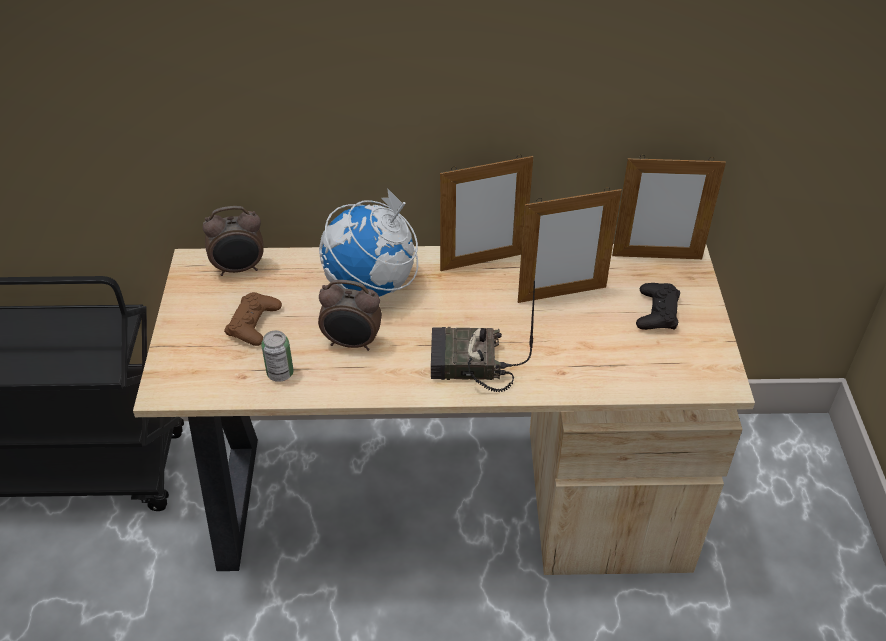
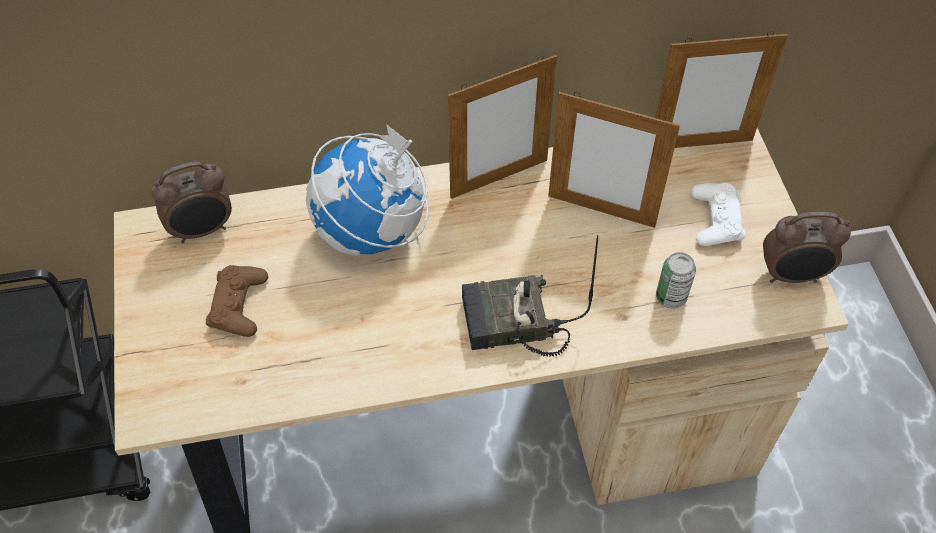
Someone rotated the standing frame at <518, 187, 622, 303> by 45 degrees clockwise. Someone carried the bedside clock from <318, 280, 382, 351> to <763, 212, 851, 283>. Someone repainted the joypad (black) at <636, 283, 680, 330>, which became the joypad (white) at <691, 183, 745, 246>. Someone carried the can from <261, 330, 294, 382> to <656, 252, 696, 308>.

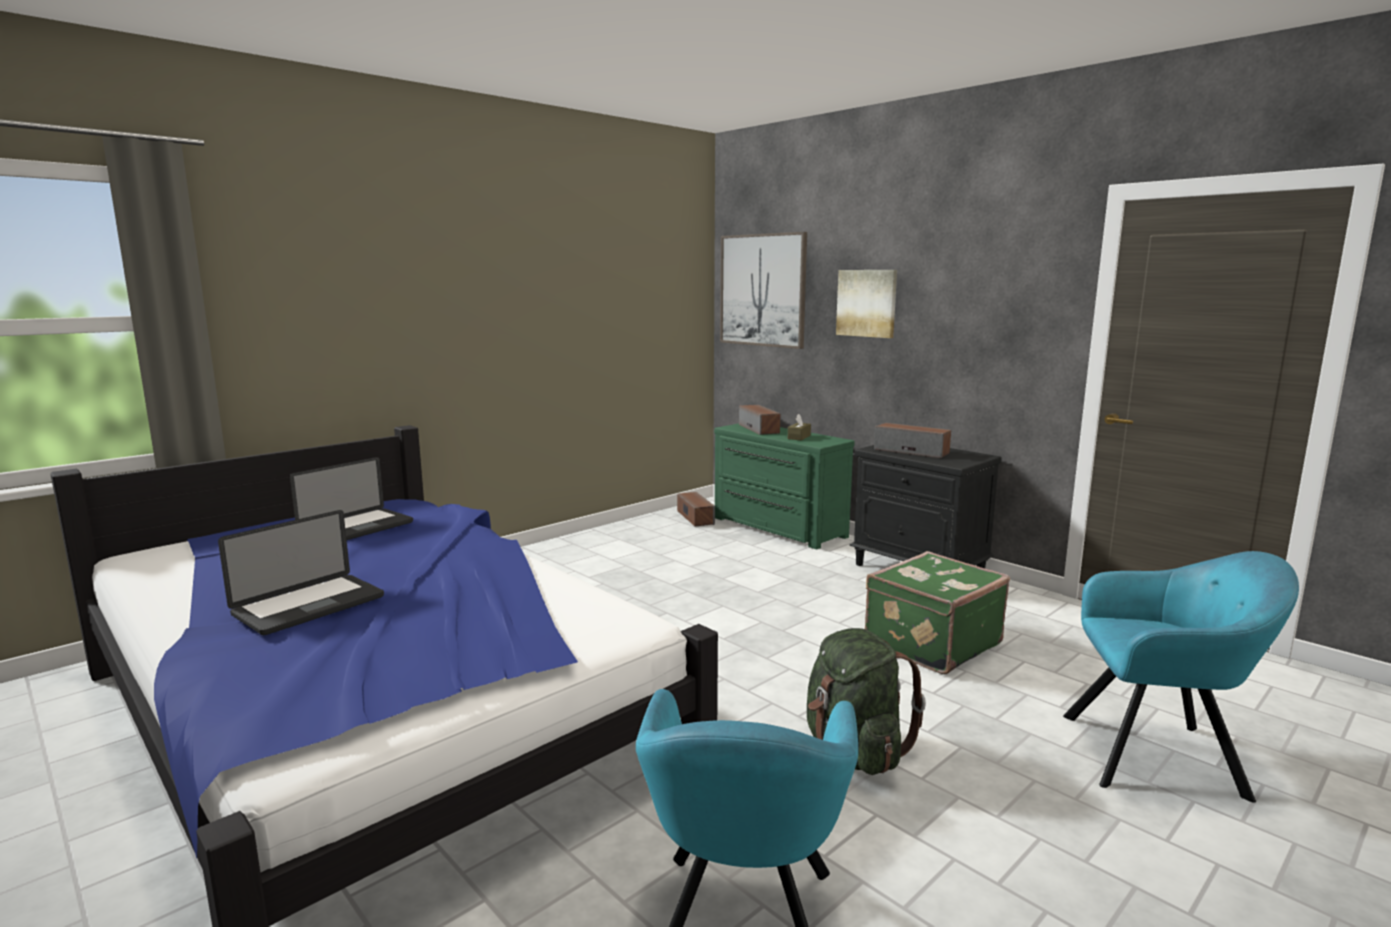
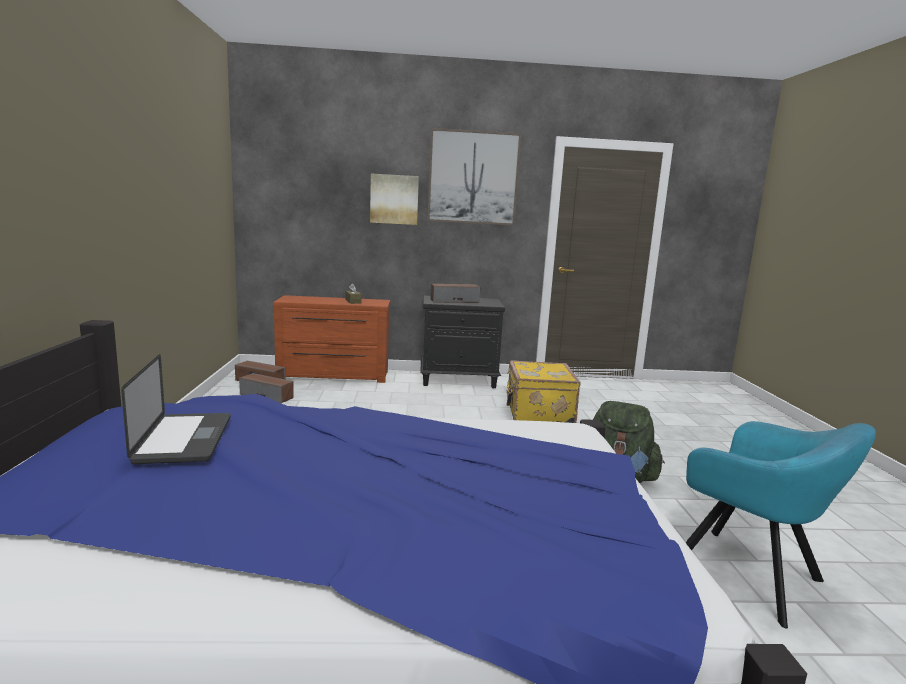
Someone carried the picture from <720, 232, 807, 349> to <427, 128, 521, 225>. Someone carried the audio speaker from <739, 405, 780, 435> to <239, 373, 294, 404>. Someone repainted the drawer chest (greenish) at <714, 424, 855, 549>, which became the drawer chest (brownish) at <273, 295, 390, 383>. Someone took away the portable computer at <218, 510, 384, 635>. Someone repainted the piece of luggage (greenish) at <865, 551, 1010, 674>, which became the piece of luggage (yellow) at <506, 360, 581, 423>. Someone took away the armchair (turquoise) at <1063, 551, 1299, 802>.

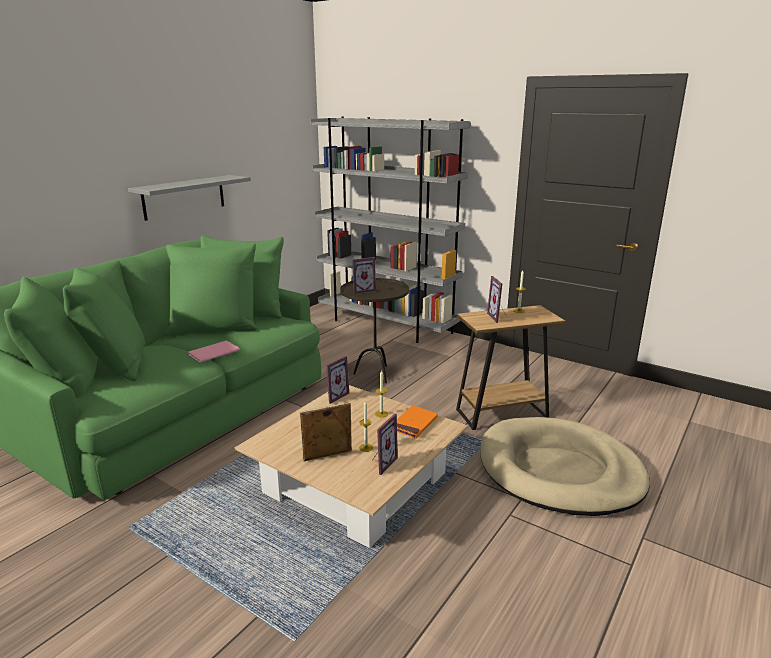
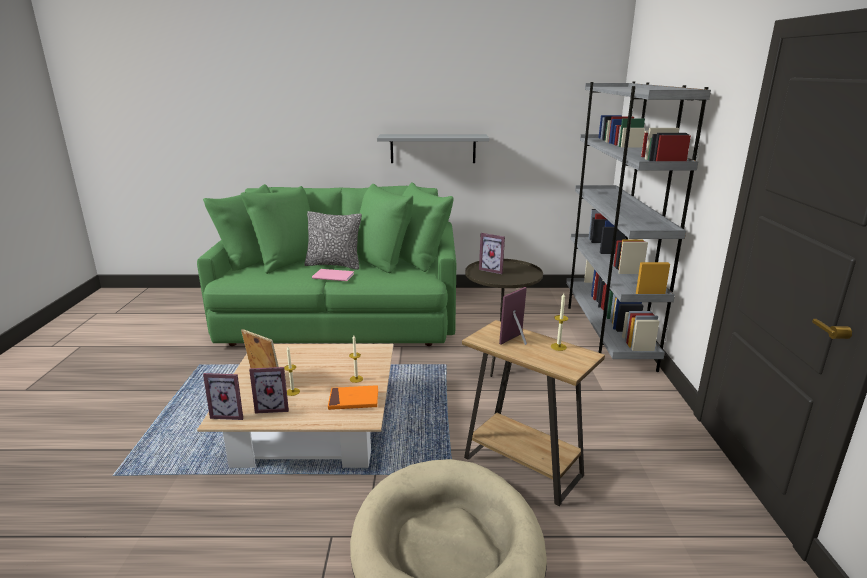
Someone carried the standing frame from <326, 356, 349, 404> to <203, 373, 243, 420>. Someone put down the throw pillow at <304, 211, 362, 270>.

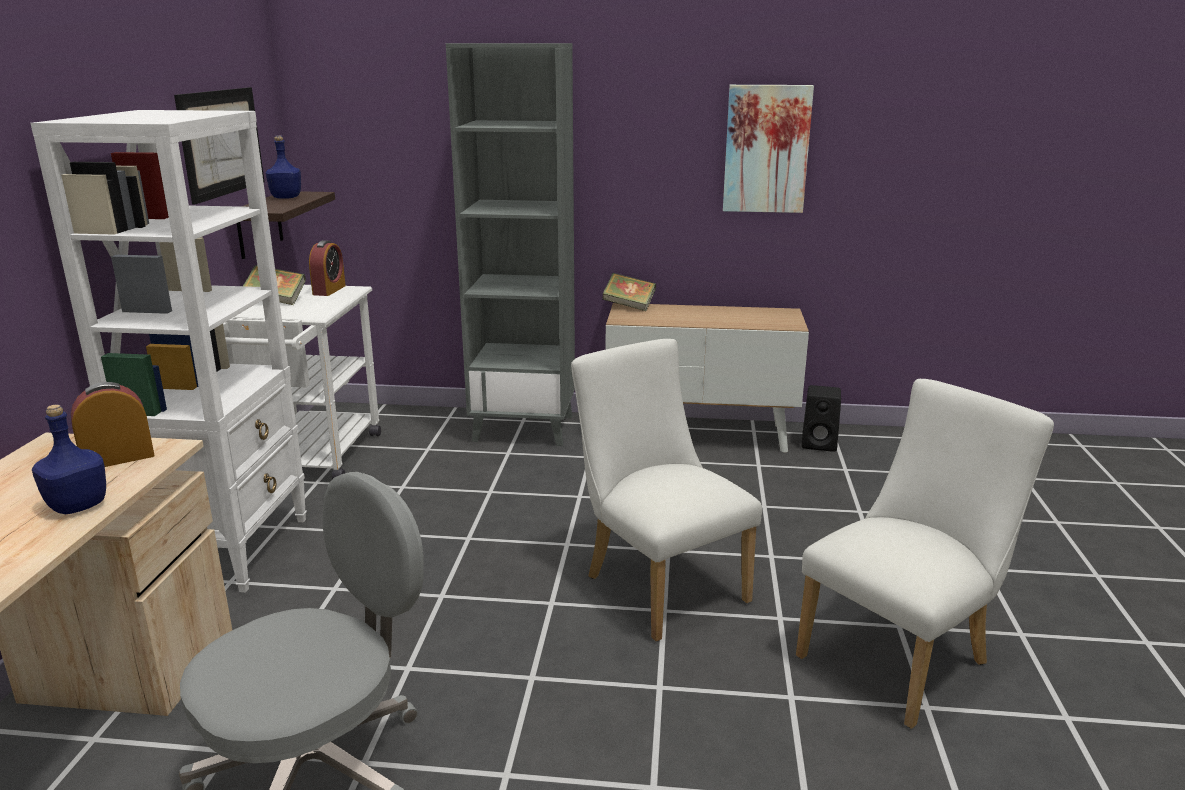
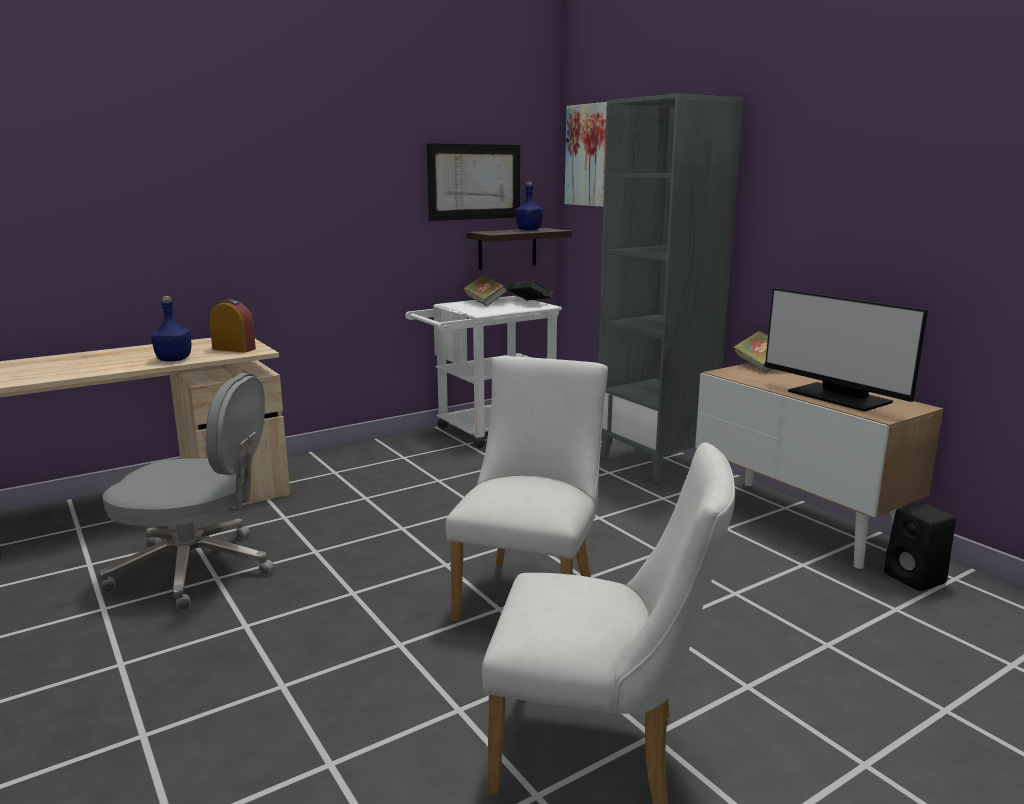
Someone carried the picture from <723, 85, 814, 213> to <565, 102, 607, 207>. Someone took away the bookcase (white) at <30, 110, 307, 592>. Someone swapped the bedside clock at <309, 240, 346, 296> for the bound book at <507, 281, 553, 301>. Someone put down the computer screen at <765, 288, 928, 412>.

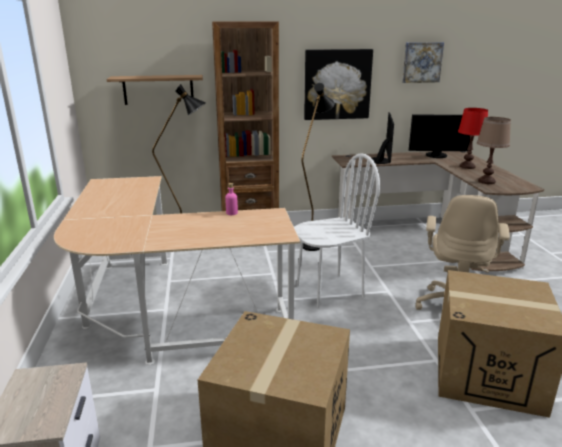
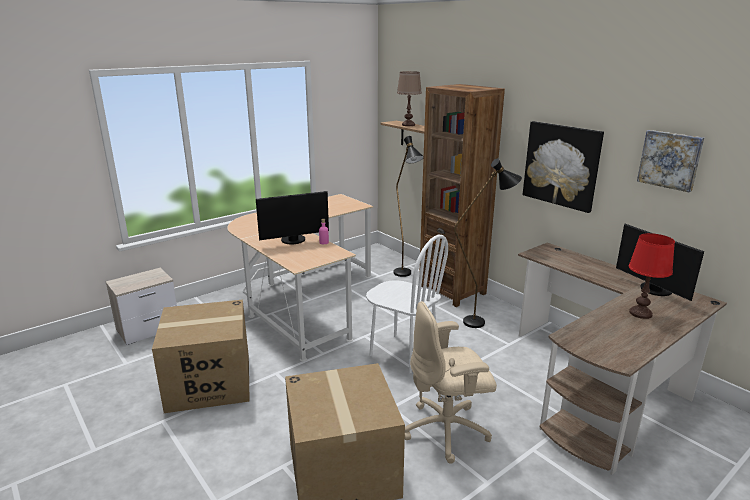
Someone carried the computer screen from <372, 113, 394, 164> to <256, 191, 329, 244>. Someone carried the lamp for a table (brownish) from <477, 117, 511, 184> to <397, 71, 422, 126>.

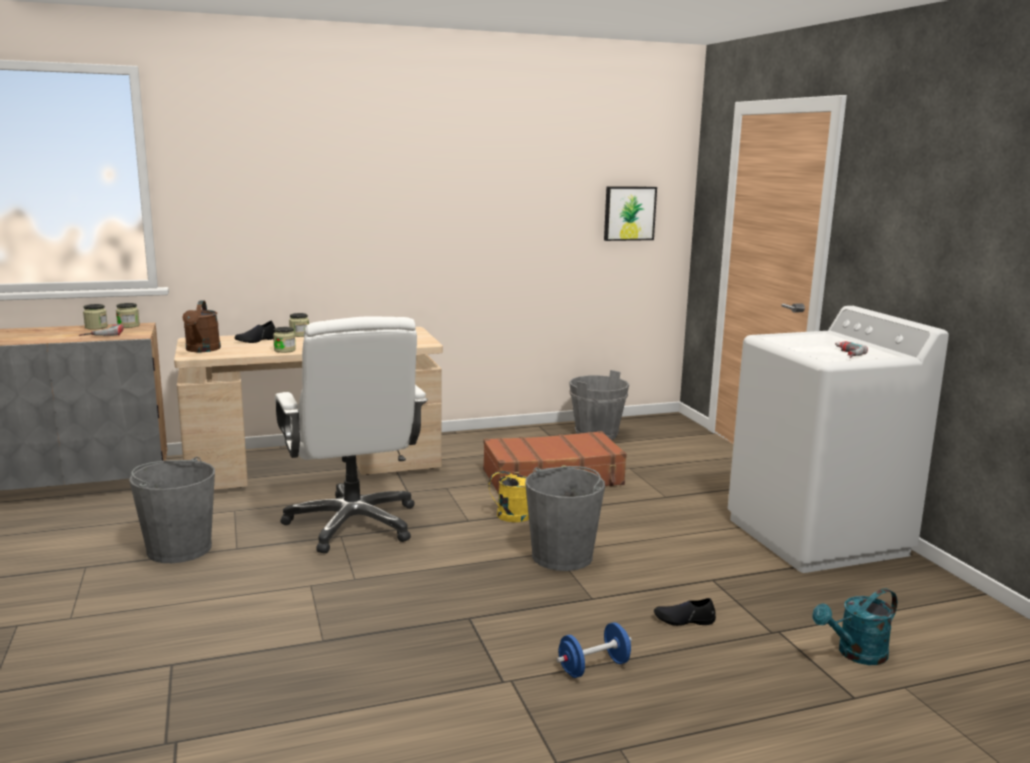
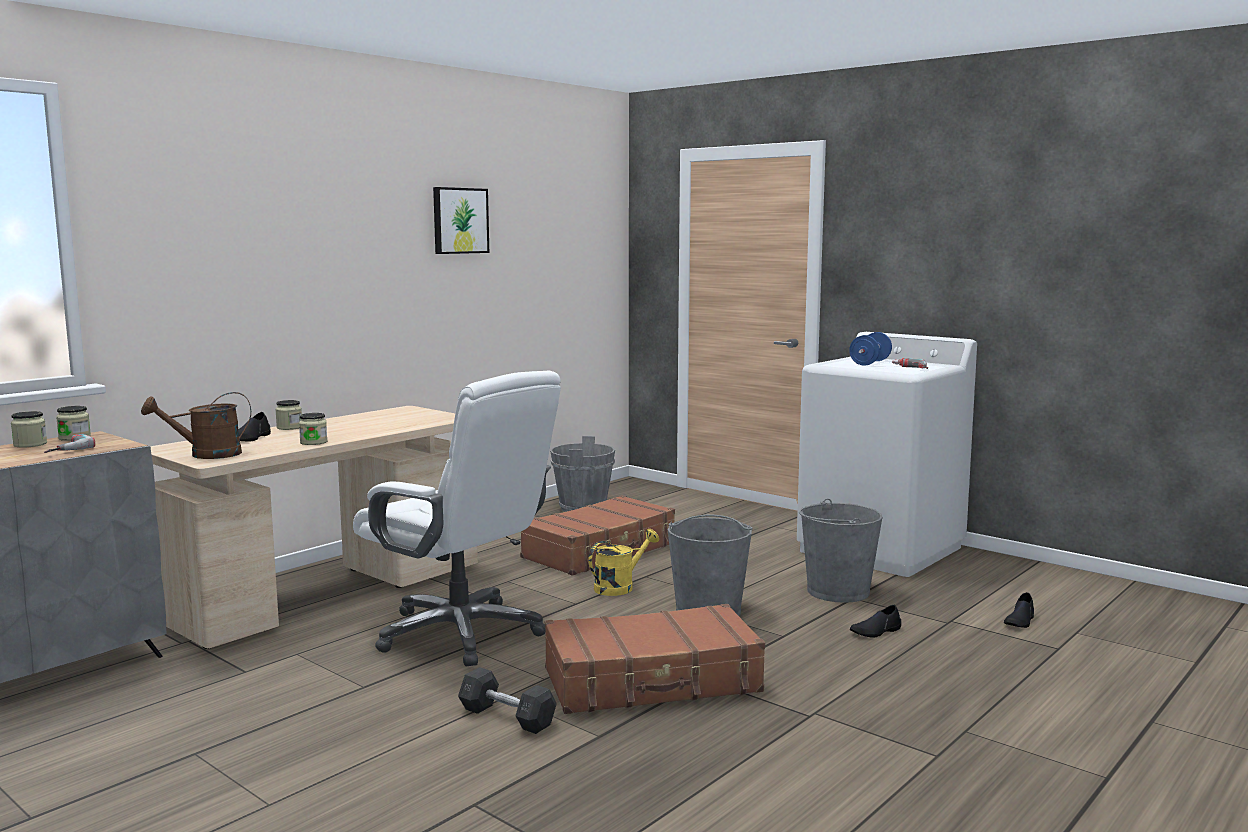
Someone carried the picture from <604, 186, 657, 241> to <433, 187, 489, 254>. Someone rotated the watering pot (brownish) at <183, 301, 221, 352> by 105 degrees clockwise. Someone carried the bucket (grey) from <129, 457, 215, 563> to <799, 498, 882, 603>. Someone swapped the watering pot (turquoise) at <812, 588, 897, 665> for the shoe (black) at <1004, 592, 1034, 628>. Someone carried the dumbbell (bluish) from <556, 622, 632, 678> to <849, 332, 892, 366>. Someone put down the piece of luggage (brownish) at <545, 604, 765, 714>. Someone put down the dumbbell (grey) at <458, 667, 557, 734>.

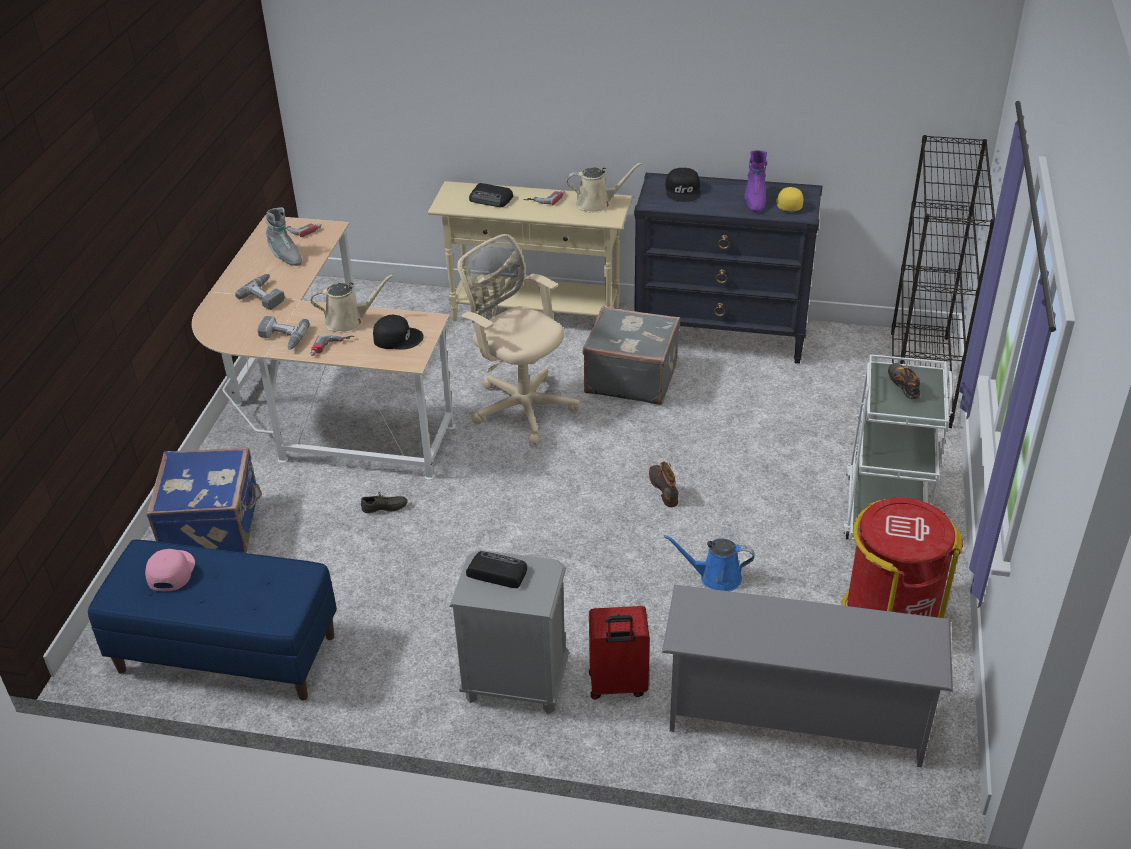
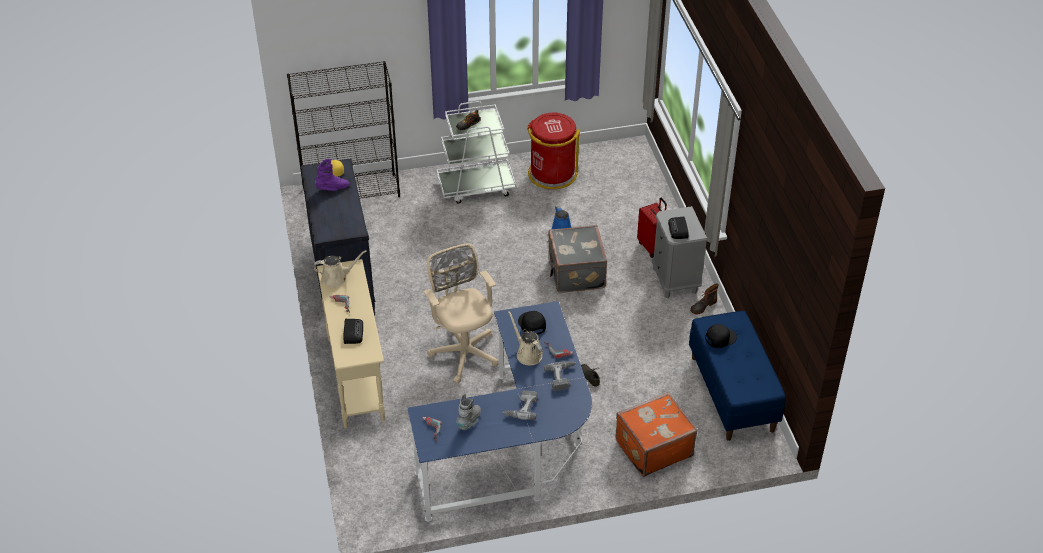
Someone rotated the watering pot (beige) at <567, 162, 642, 213> by 105 degrees clockwise. Someone carried the baseball cap (black) from <666, 168, 701, 202> to <705, 324, 737, 348>. Someone repainted the desk (beige) at <192, 215, 456, 480>, which became the desk (bluish) at <407, 301, 592, 522>. Someone rotated the computer chair (beige) at <457, 234, 580, 445> by 135 degrees clockwise. Someone carried the piece of luggage (grey) from <582, 307, 680, 405> to <547, 225, 607, 293>. Someone repainted the piece of luggage (bluish) at <147, 447, 262, 553>, which became the piece of luggage (orange-coloured) at <615, 392, 698, 477>. Someone carried the tall boot from <649, 462, 679, 507> to <690, 283, 719, 314>. Someone took away the baseball cap (pinkish) at <145, 549, 195, 591>. Someone took away the shoe stand (grey) at <662, 585, 953, 768>.

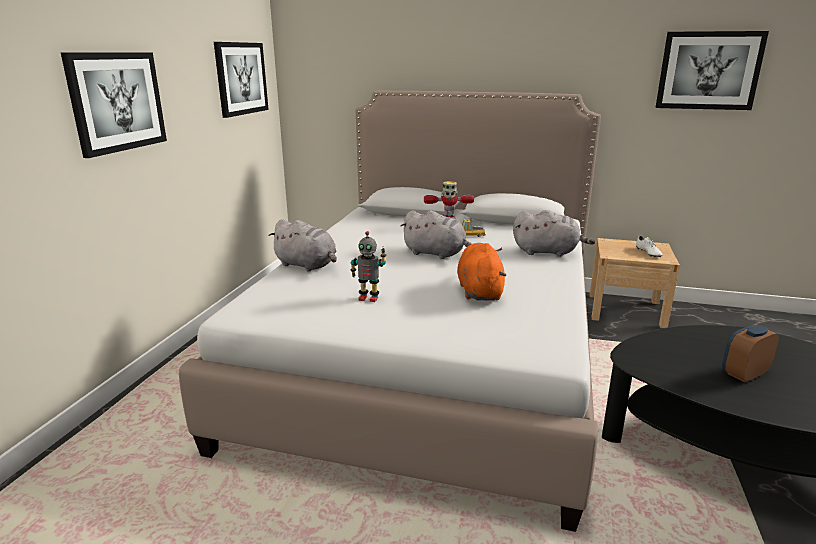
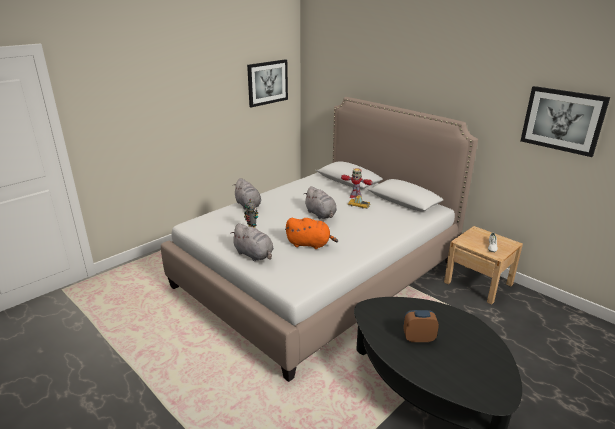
Someone took away the picture at <61, 52, 167, 158>. Someone carried the cuddly toy (grey) from <513, 210, 595, 257> to <230, 223, 274, 261>. Someone rotated the cuddly toy (orange-coloured) at <457, 243, 506, 301> by 75 degrees clockwise.

